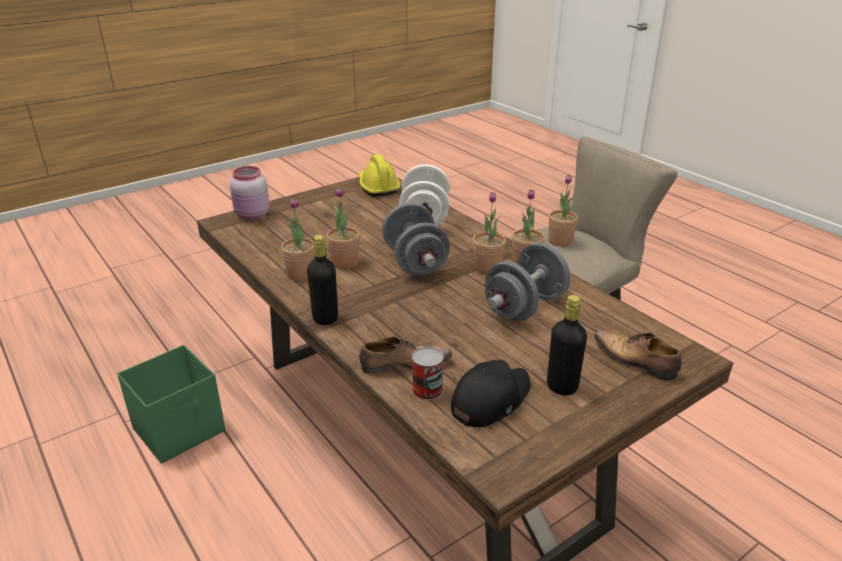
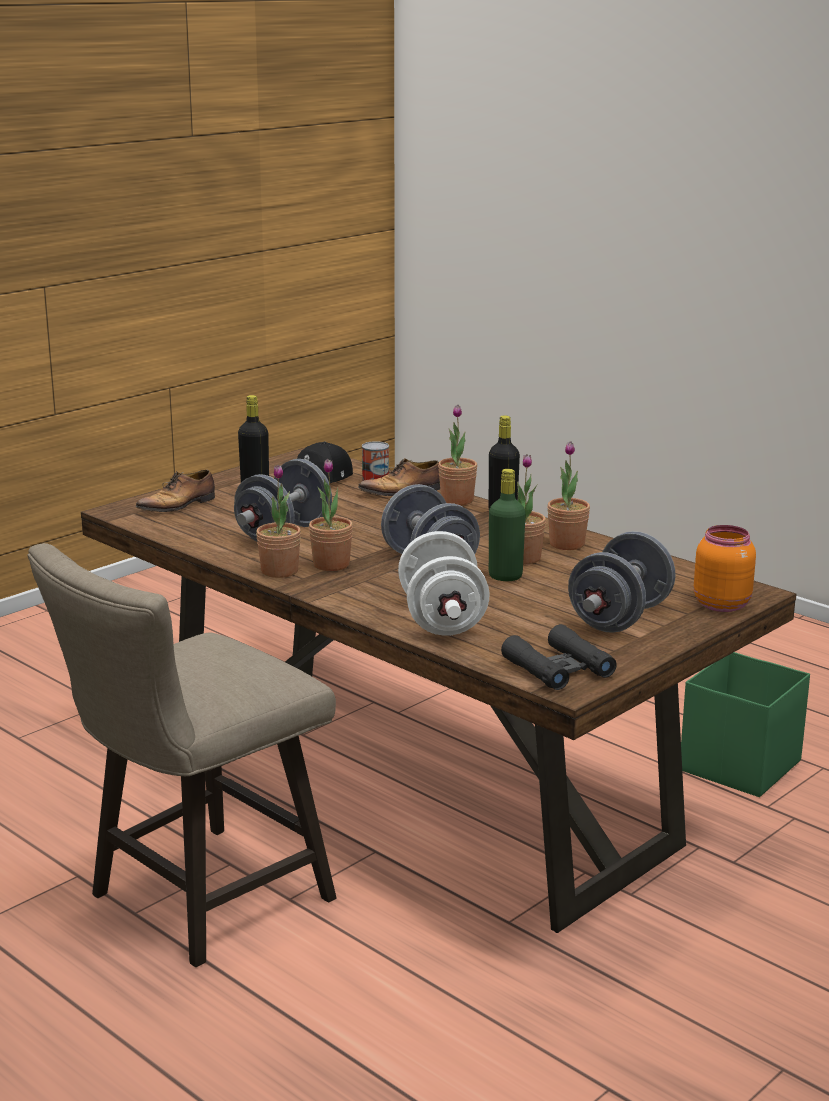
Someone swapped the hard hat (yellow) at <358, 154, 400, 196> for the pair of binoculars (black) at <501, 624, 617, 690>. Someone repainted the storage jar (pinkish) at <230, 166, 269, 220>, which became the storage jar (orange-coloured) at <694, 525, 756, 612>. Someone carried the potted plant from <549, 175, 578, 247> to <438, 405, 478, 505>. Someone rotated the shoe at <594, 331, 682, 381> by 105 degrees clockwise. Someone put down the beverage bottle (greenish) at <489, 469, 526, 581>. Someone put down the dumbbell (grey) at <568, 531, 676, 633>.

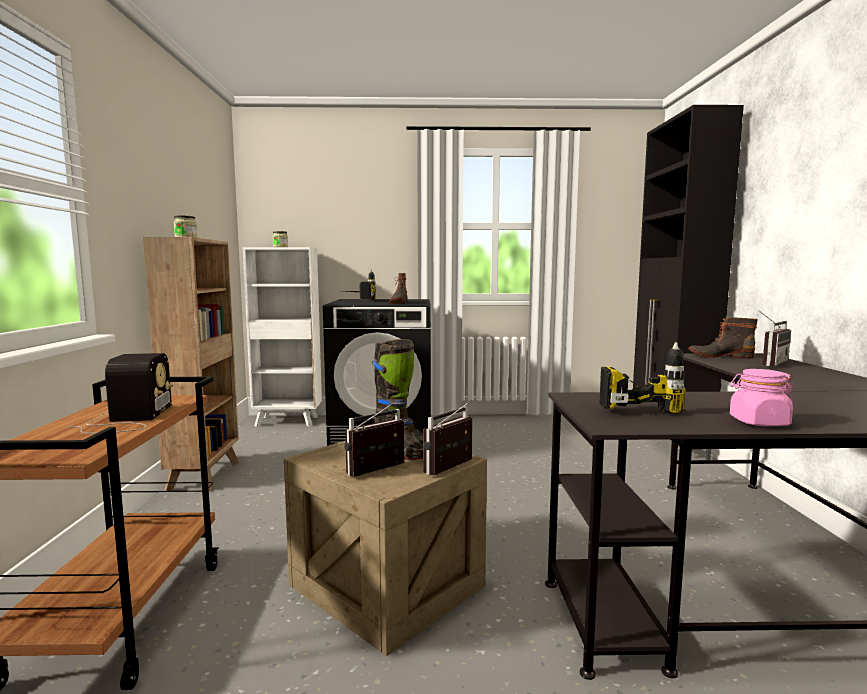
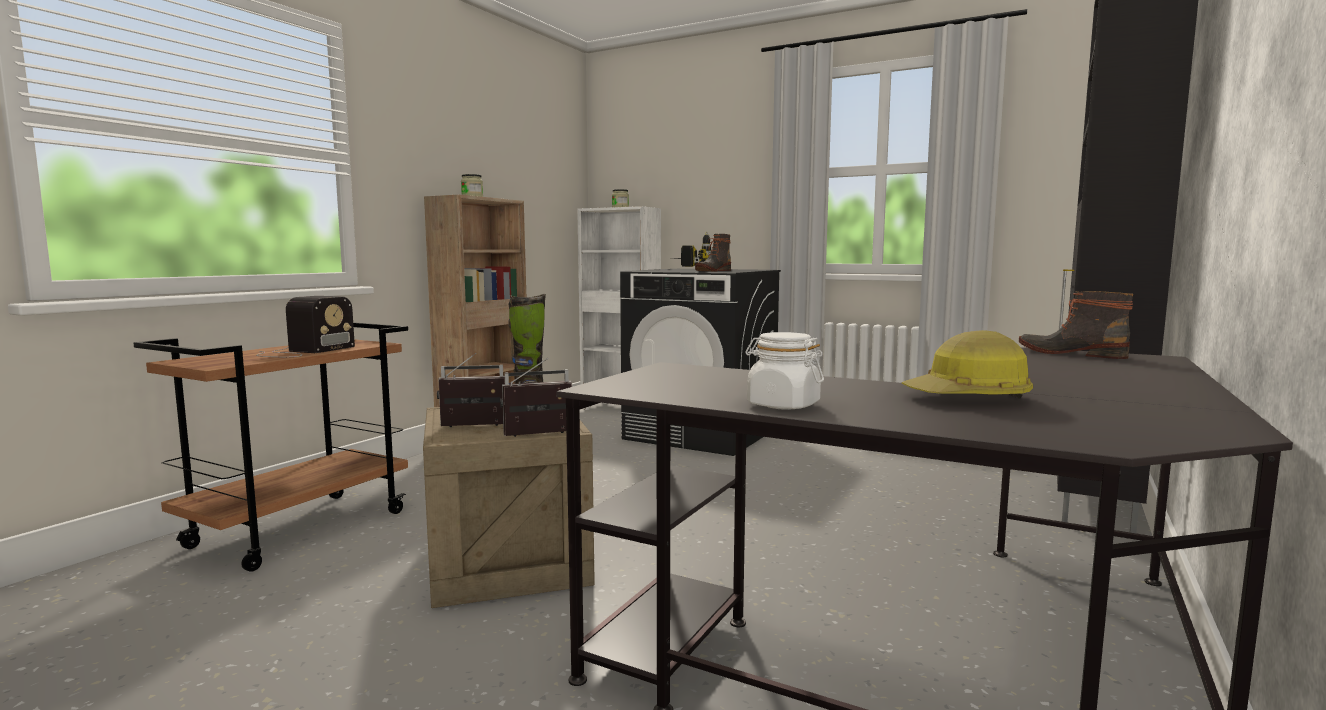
Someone took away the radio set at <758, 310, 791, 366>. Someone took away the drill at <599, 342, 686, 414>. Someone repainted the storage jar (pinkish) at <730, 369, 794, 427>, which became the storage jar (white) at <746, 332, 824, 410>. Someone put down the hard hat at <902, 330, 1033, 399>.

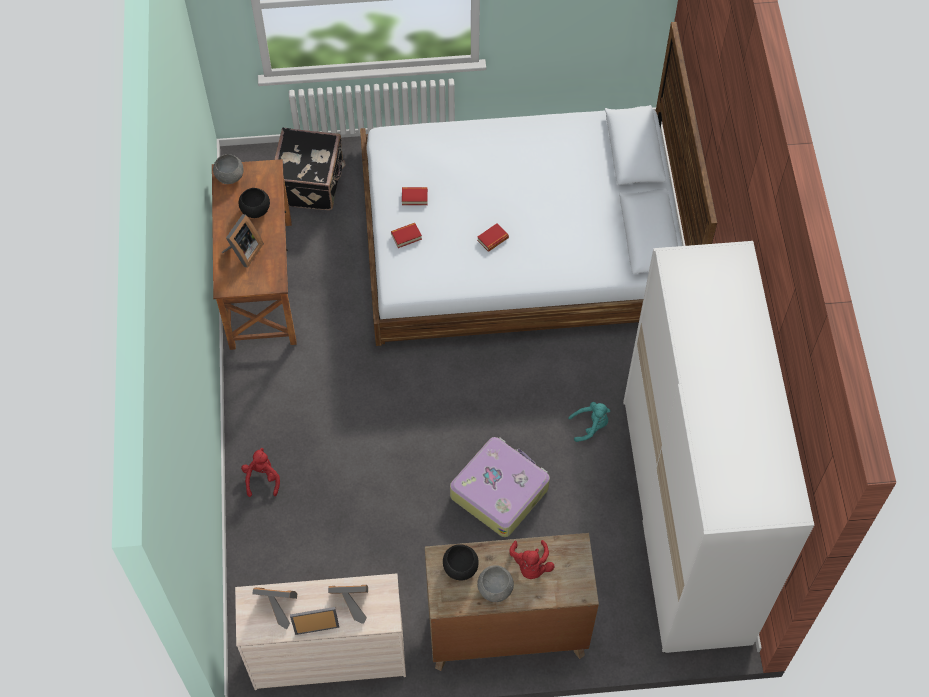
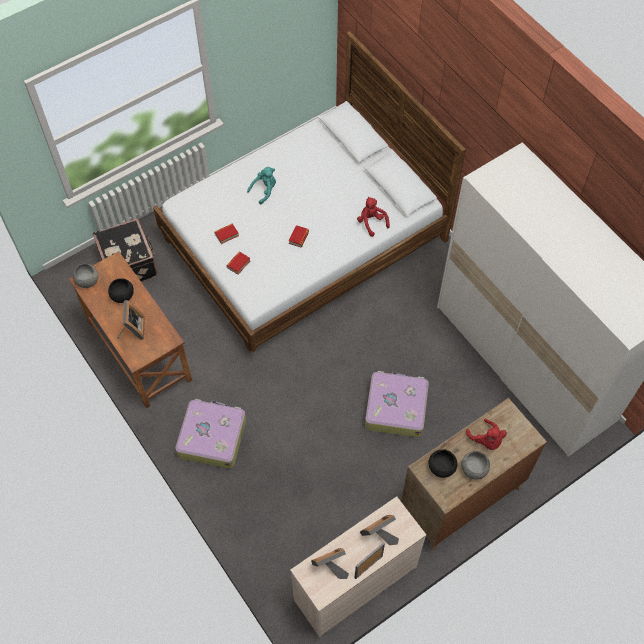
Someone carried the cuddly toy (turquoise) from <568, 402, 610, 442> to <247, 167, 276, 204>. Someone carried the cuddly toy (reddish) from <241, 448, 280, 497> to <357, 197, 390, 237>. Someone put down the piece of luggage at <175, 399, 246, 469>.

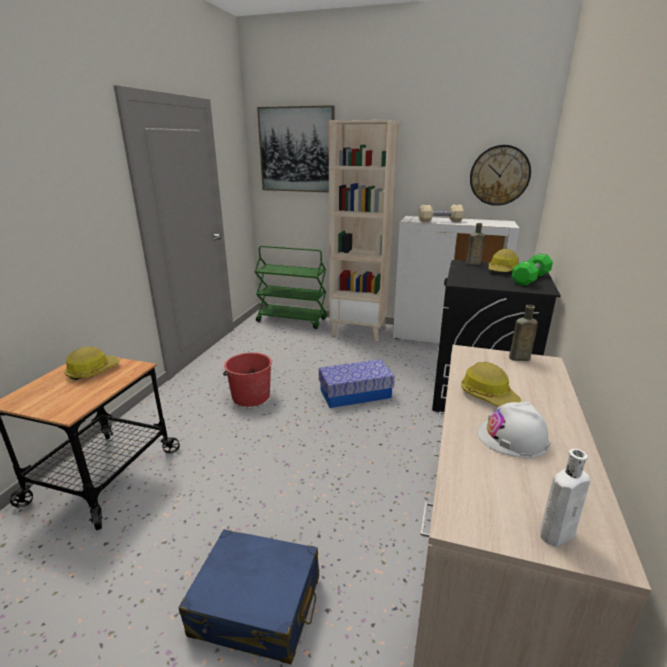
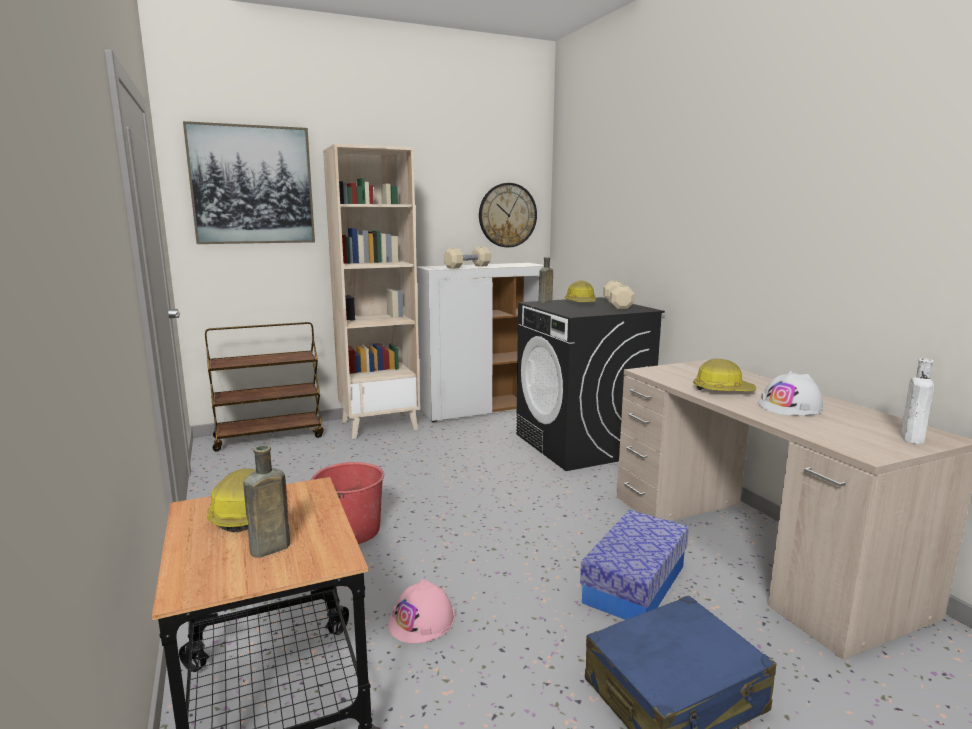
Someone repainted the trolley (greenish) at <254, 246, 327, 329>, which became the trolley (brownish) at <205, 322, 324, 451>. Someone repainted the dumbbell (greenish) at <512, 253, 553, 286>, which became the dumbbell (beige) at <603, 281, 635, 309>. Someone carried the beverage bottle (brownish) from <509, 305, 538, 361> to <243, 445, 290, 558>. Someone carried the storage bin from <319, 359, 395, 408> to <580, 510, 689, 620>. Someone put down the hard hat (pinkish) at <388, 580, 455, 643>.

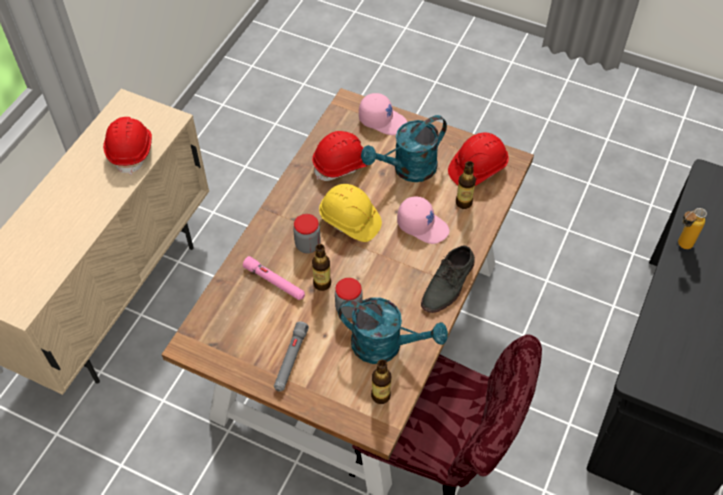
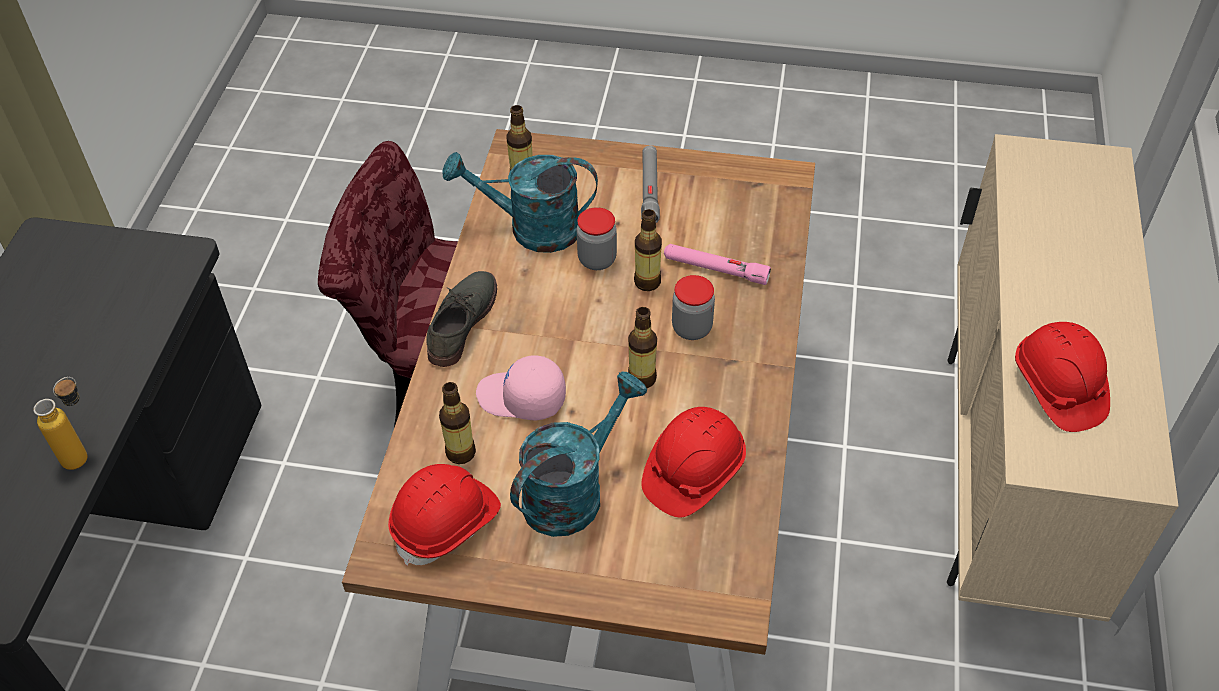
Someone took away the baseball cap (pinkish) at <359, 93, 407, 135>. Someone swapped the hard hat (yellow) at <319, 184, 382, 242> for the beverage bottle at <628, 307, 657, 388>.

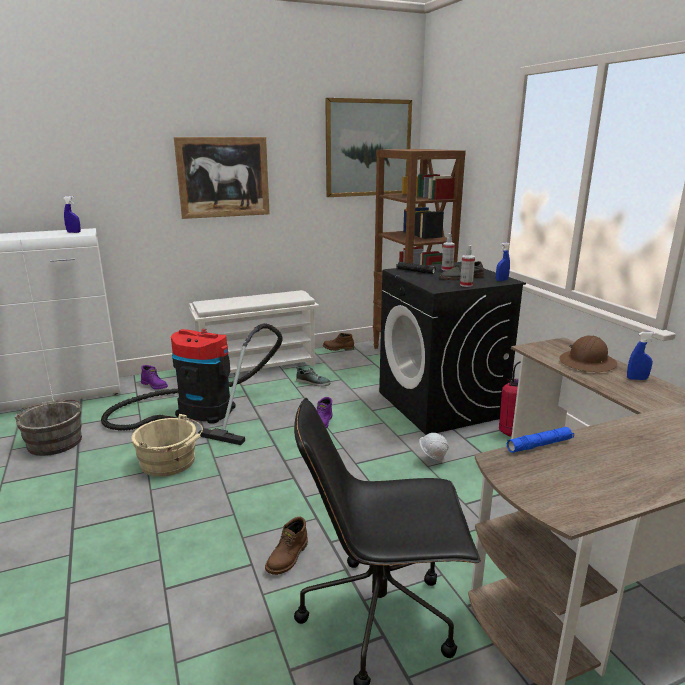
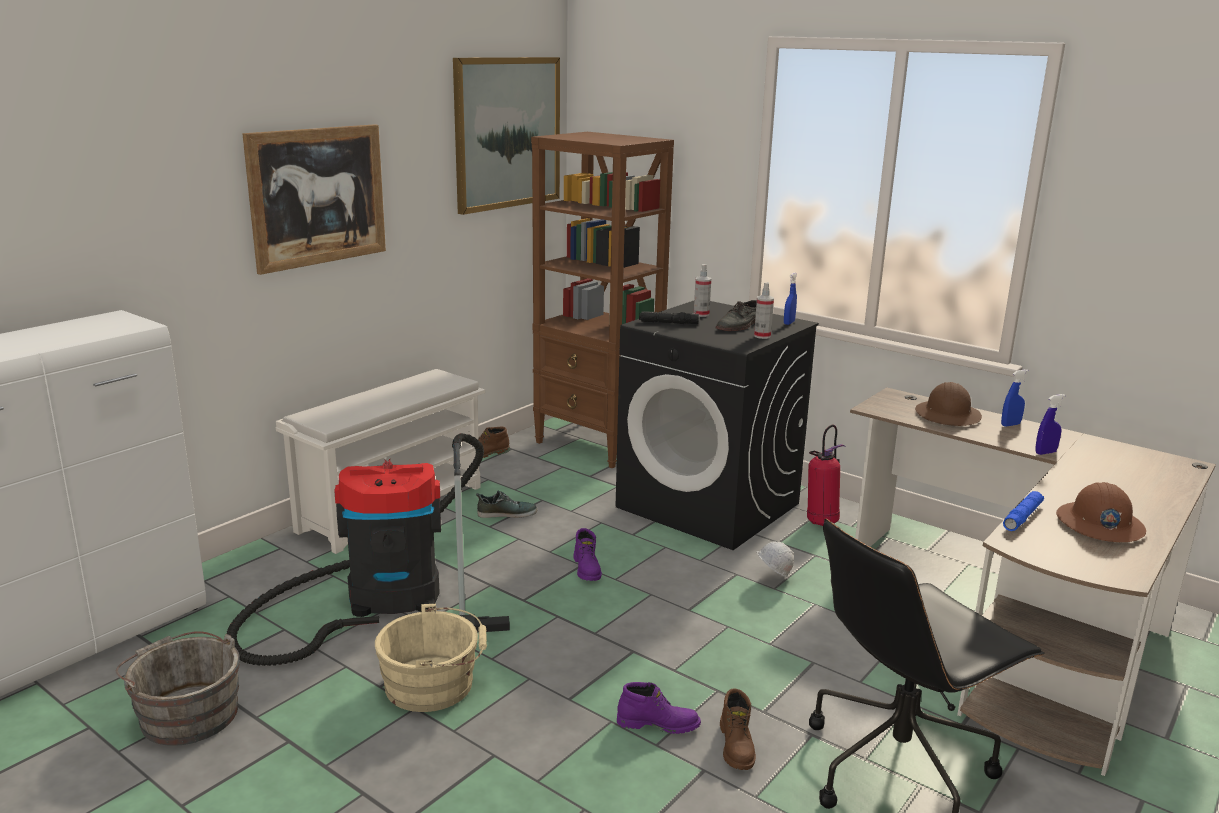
Someone carried the spray bottle (bluish) from <63, 196, 81, 233> to <1035, 394, 1065, 455>. Someone carried the tall boot (purple-coloured) from <141, 365, 168, 389> to <617, 682, 701, 734>. Someone put down the hard hat (brownish) at <1056, 482, 1146, 542>.

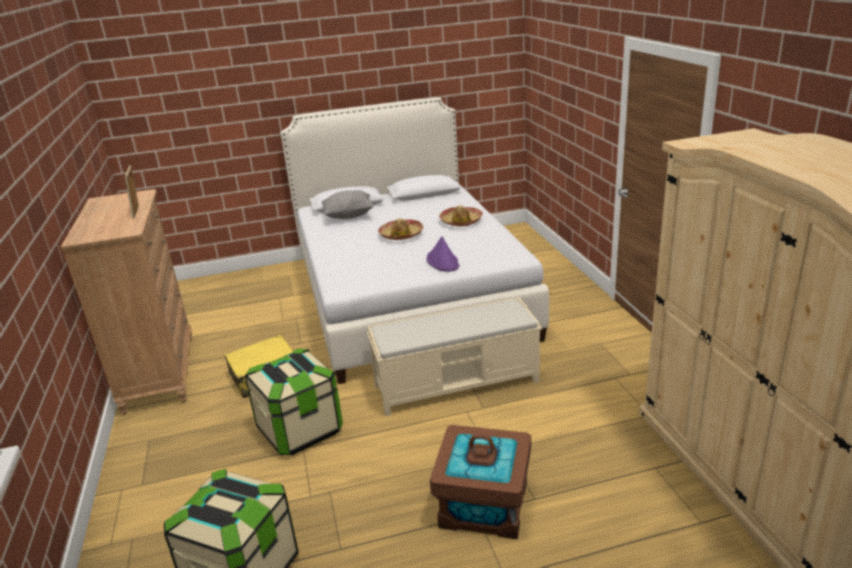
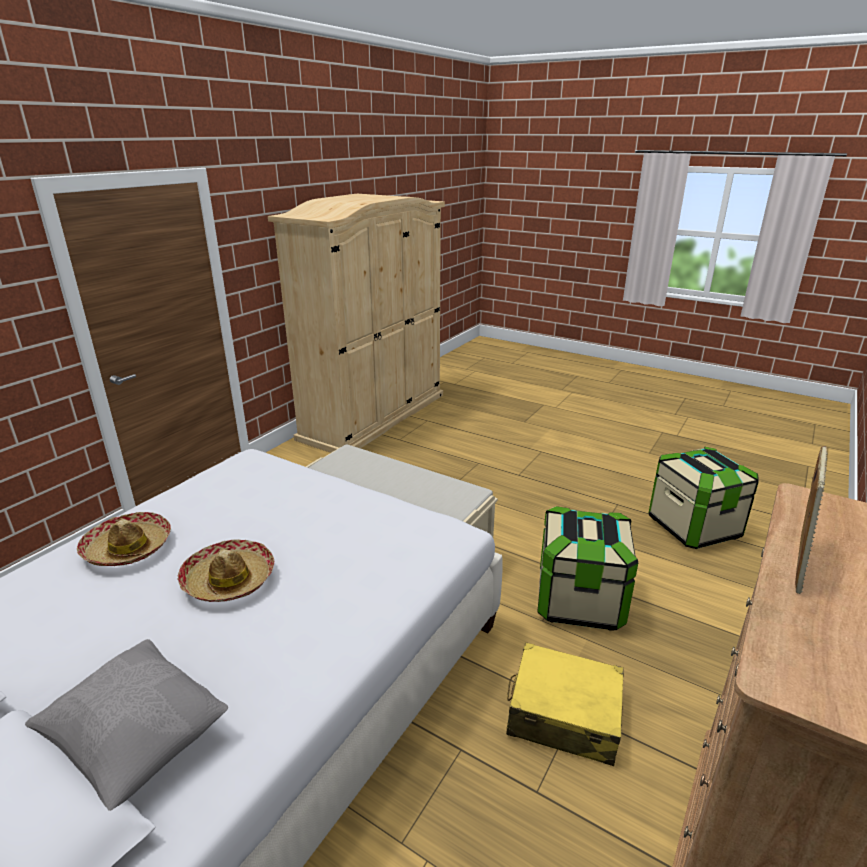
Someone took away the clothing hat (purple-coloured) at <427, 237, 459, 272>. Someone took away the storage bin (brownish) at <430, 425, 531, 539>.

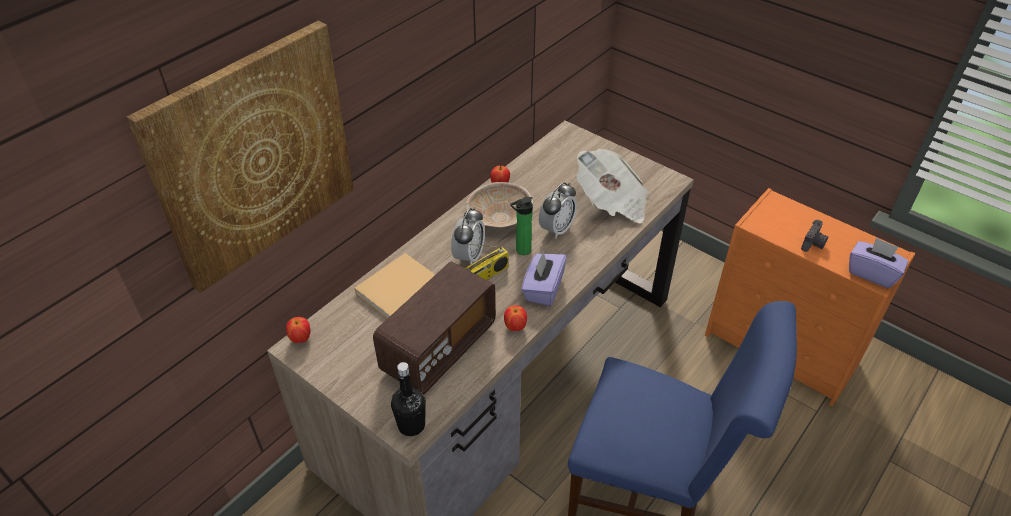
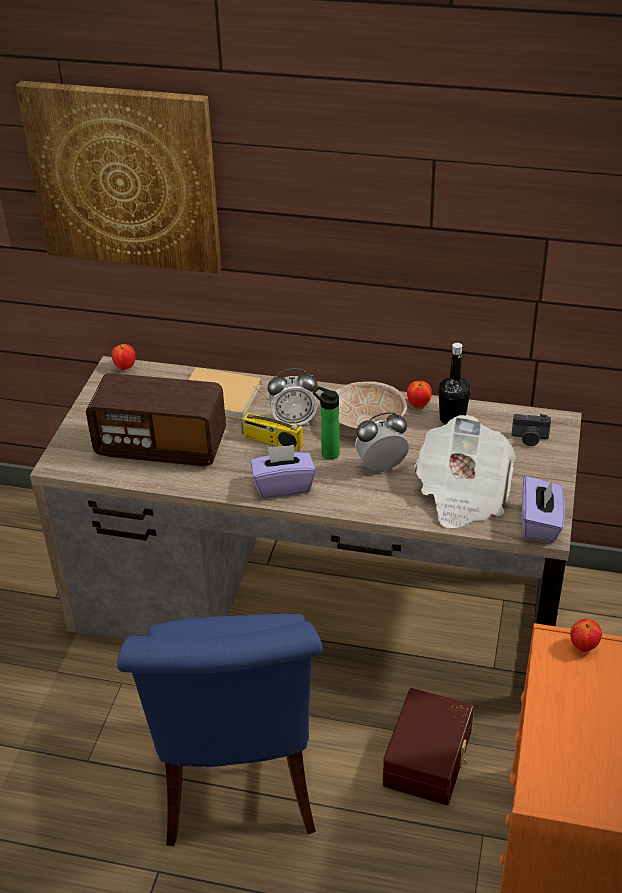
Someone rotated the bedside clock at <539, 183, 577, 239> by 150 degrees clockwise. Someone carried the photo camera from <801, 220, 828, 252> to <512, 414, 551, 446>. Someone carried the tissue holder (purple-coloured) from <849, 238, 909, 288> to <522, 476, 565, 541>. Someone carried the apple from <504, 305, 527, 331> to <570, 619, 602, 652>. Someone carried the beverage bottle (black) from <391, 362, 426, 436> to <438, 343, 470, 425>. Someone put down the storage bin (brownish) at <383, 688, 474, 805>.

